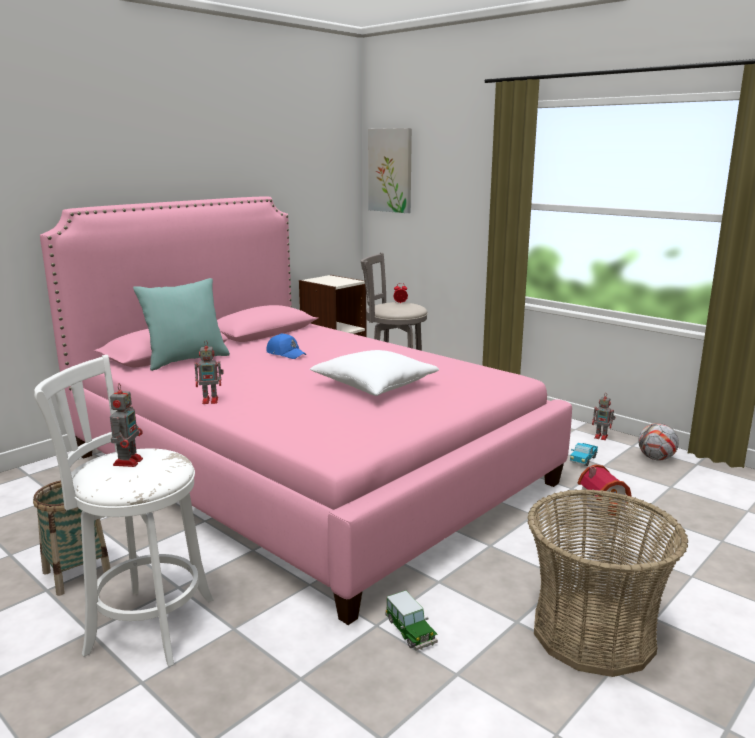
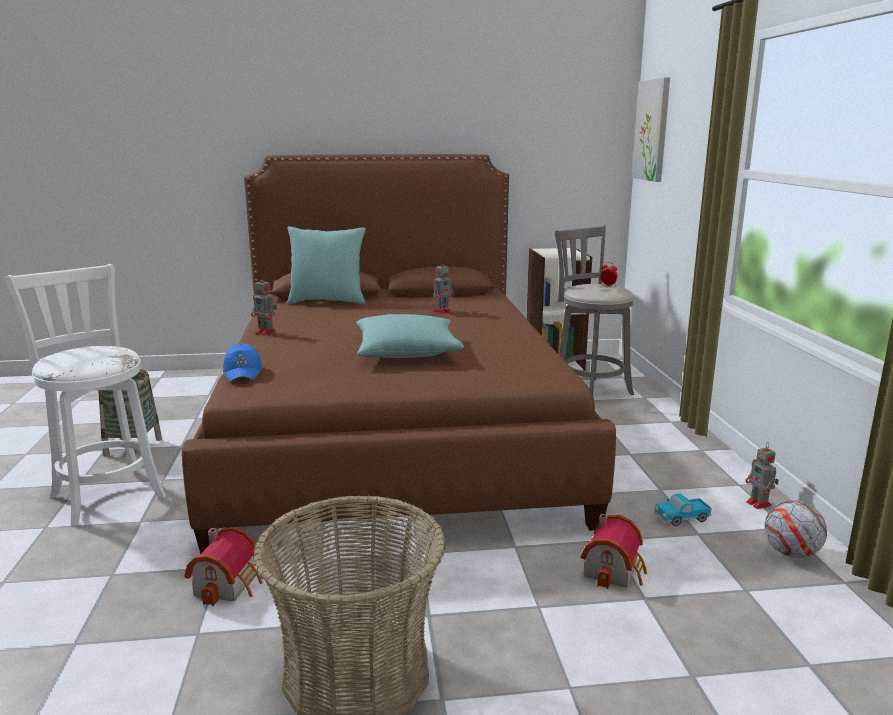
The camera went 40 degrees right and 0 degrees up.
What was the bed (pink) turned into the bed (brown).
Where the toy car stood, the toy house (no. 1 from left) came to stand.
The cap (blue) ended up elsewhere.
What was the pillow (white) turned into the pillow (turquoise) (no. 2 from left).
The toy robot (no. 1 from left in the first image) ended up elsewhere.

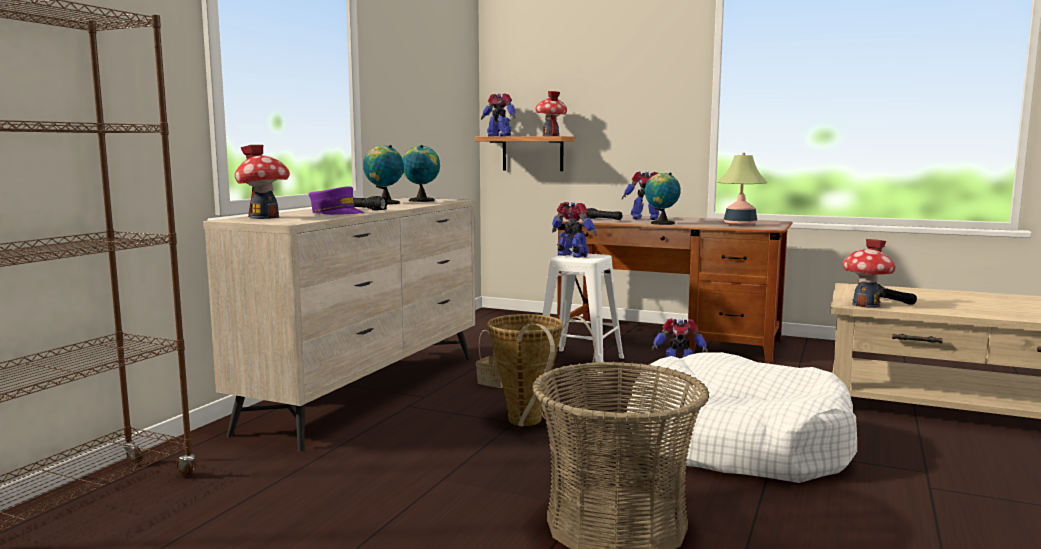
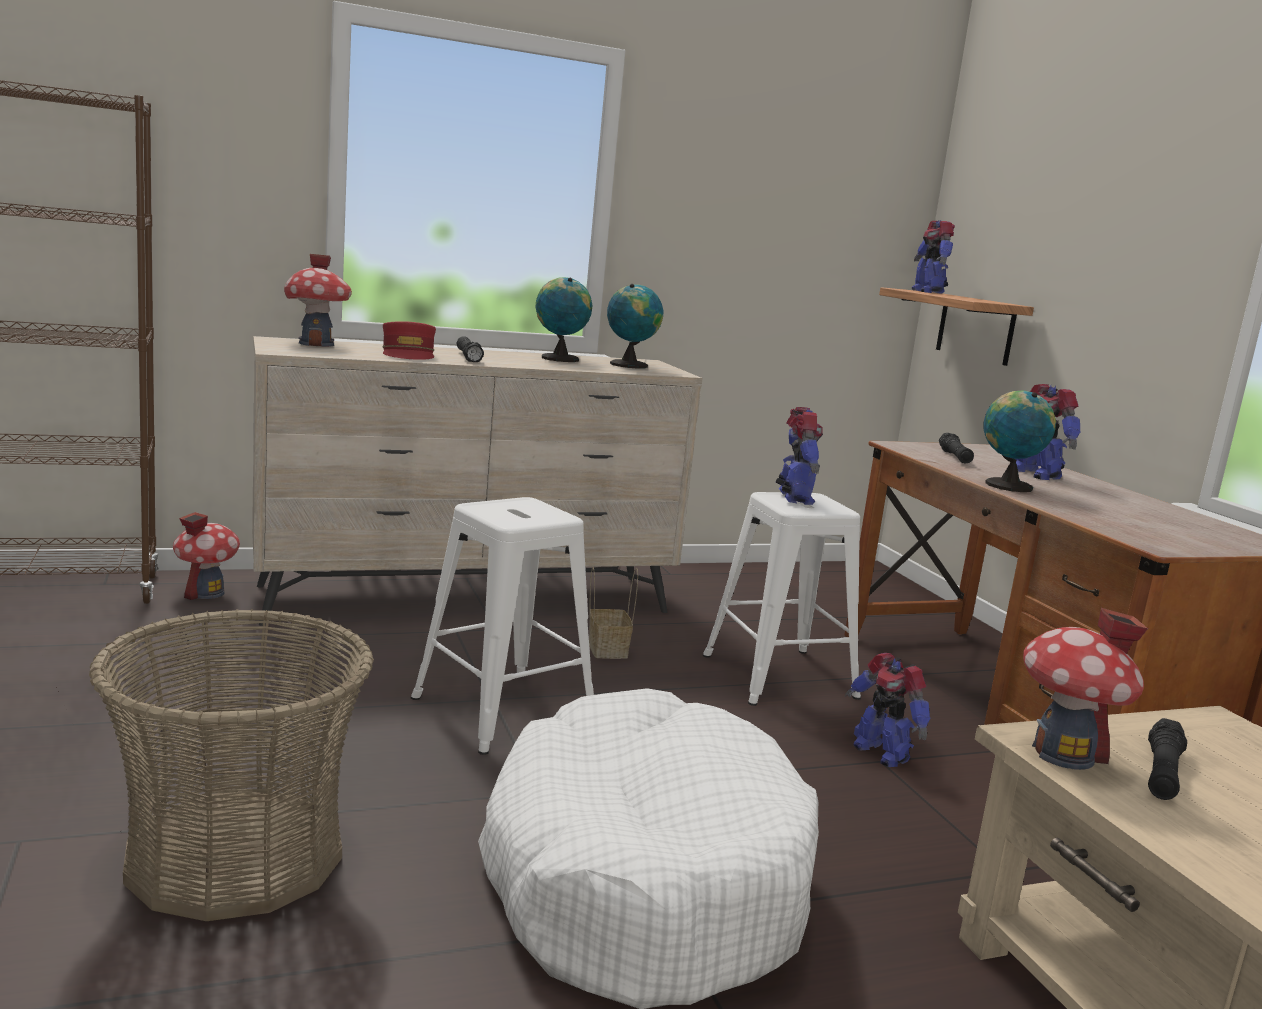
The camera went 45 degrees right and 5 degrees up.
The toy house (no. 2 from left in the first image) ended up elsewhere.
What was the cap (purple) turned into the cap (red).
Where the basket (no. 2 from left) stood, the stool (white) (no. 1 from left) came to stand.
The second view lost the table lamp.

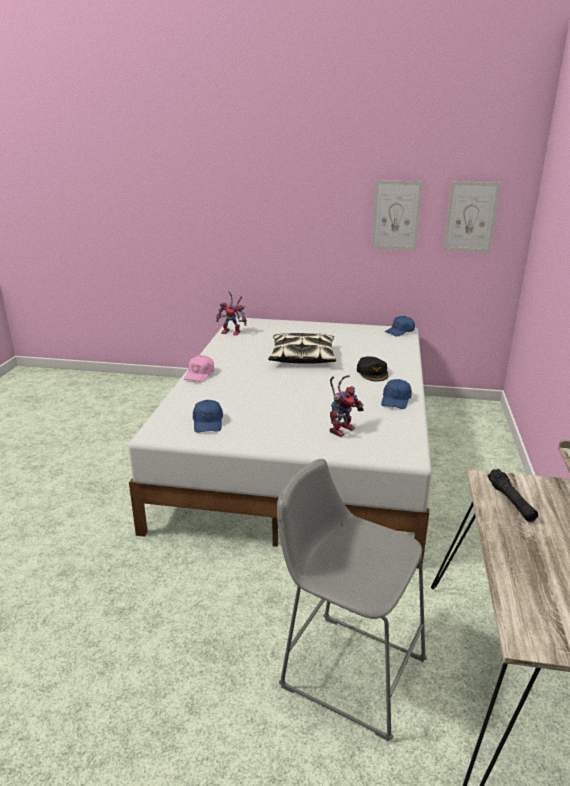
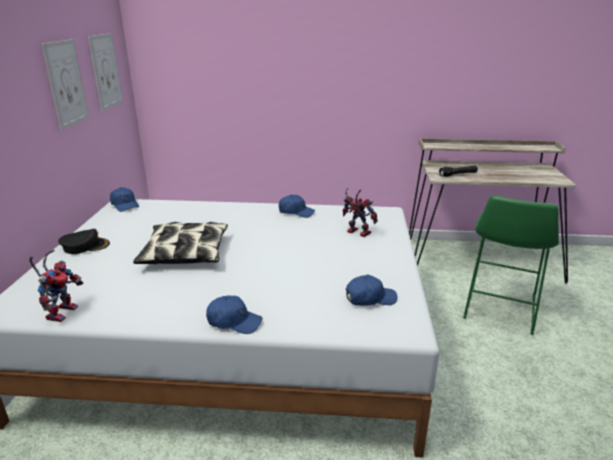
The camera went 95 degrees left and 0 degrees up.
The cap (black) ended up elsewhere.
What was the cap (pink) turned into the cap (blue) (no. 2 from left).
What was the stool (grey) turned into the stool (green).

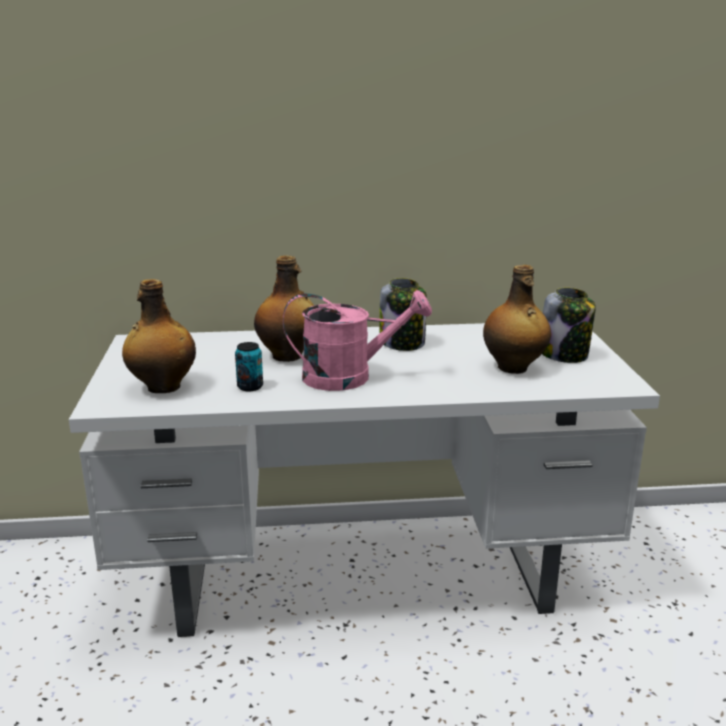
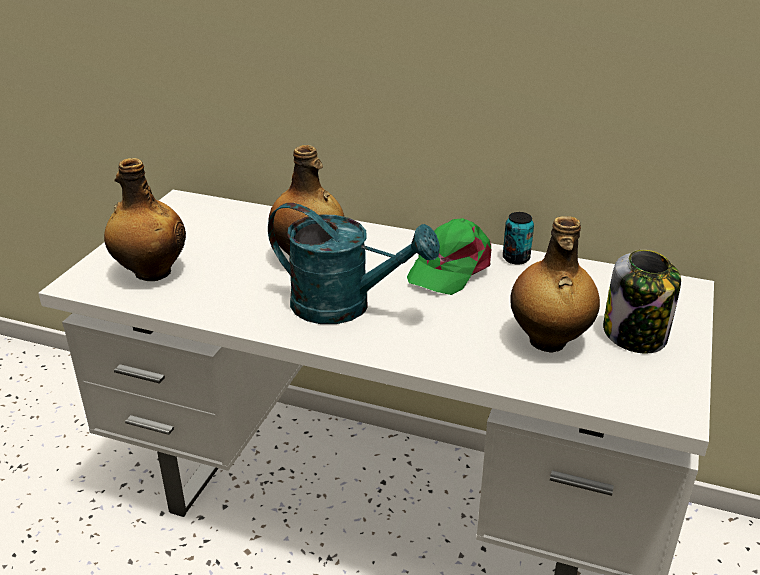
The camera went 25 degrees right and 10 degrees up.
What was the watering can (pink) turned into the watering can (turquoise).
Where the jar (no. 1 from left) stood, the cap (green) came to stand.
The can ended up elsewhere.

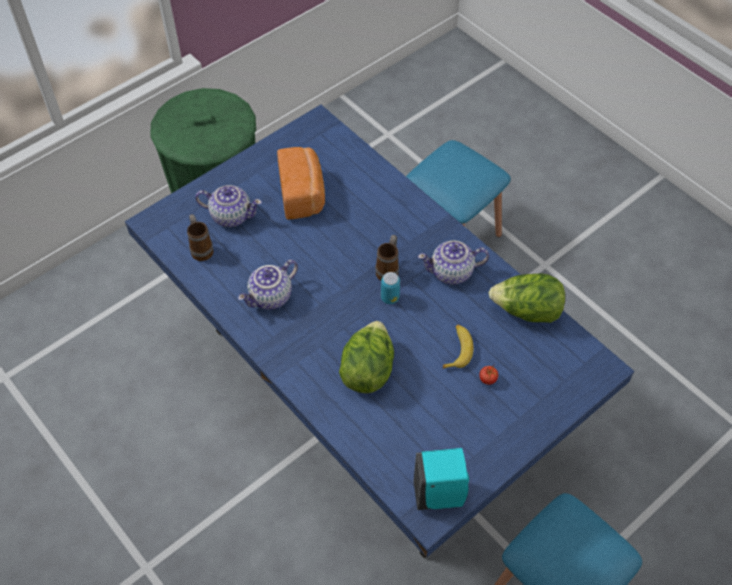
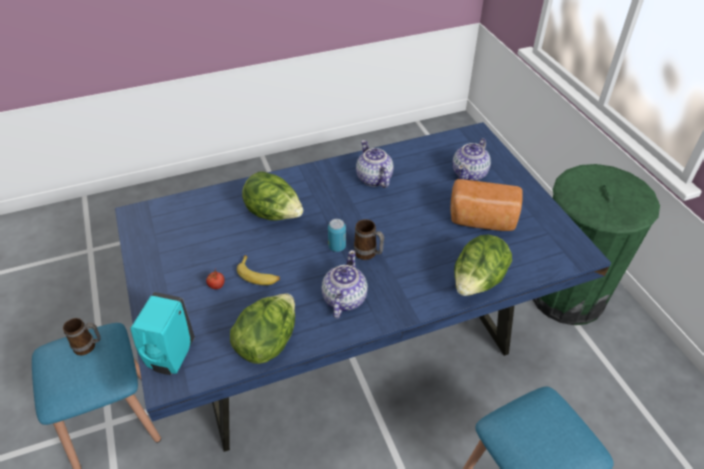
The camera went 110 degrees right and 10 degrees down.
The mug (no. 1 from left) ended up elsewhere.
The soap dispenser (turquoise) ended up elsewhere.
The second view gained the lettuce (no. 3 from left).

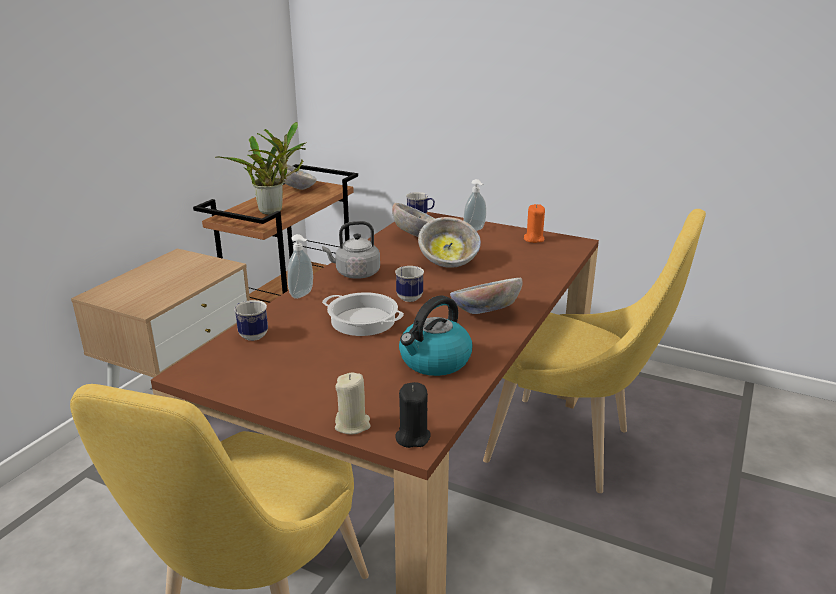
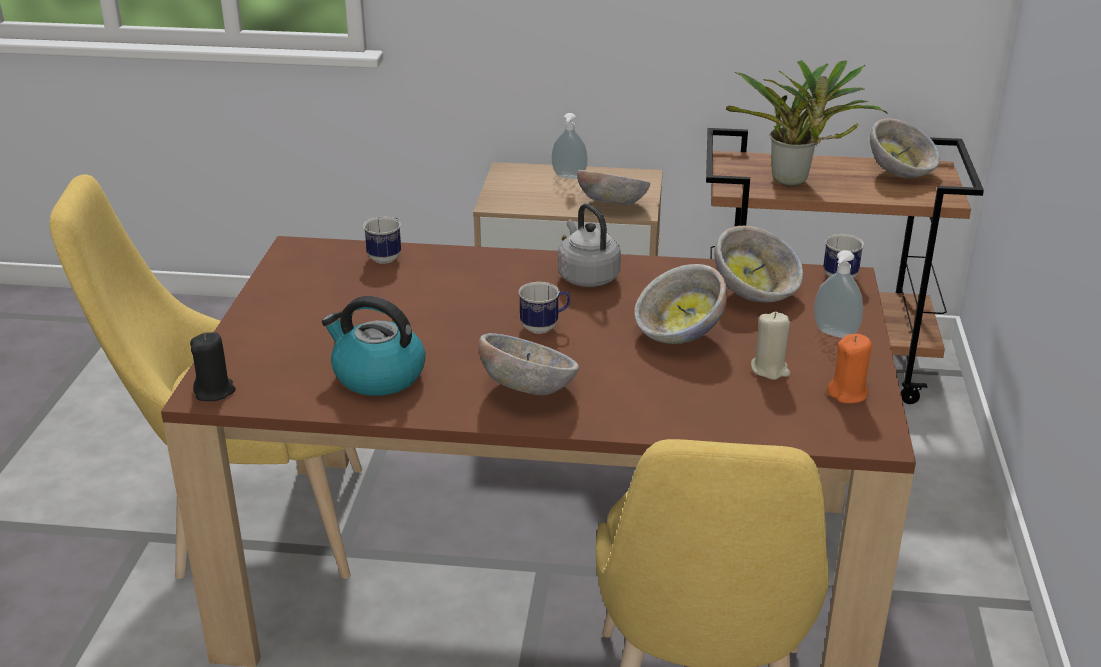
The camera went 70 degrees right and 5 degrees up.
The soap dispenser (no. 1 from left) ended up elsewhere.
The second view gained the bowl (no. 2 from left).
The candle (beige) ended up elsewhere.
The second view lost the cooking pot.

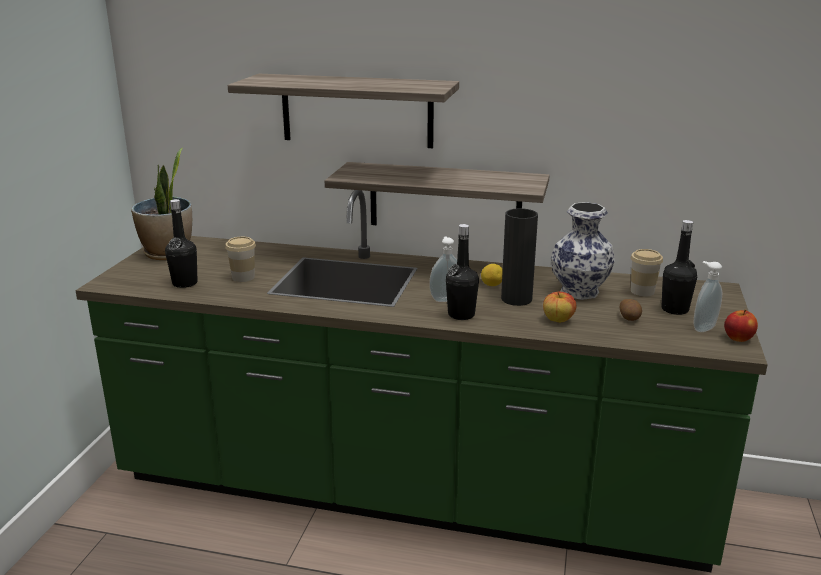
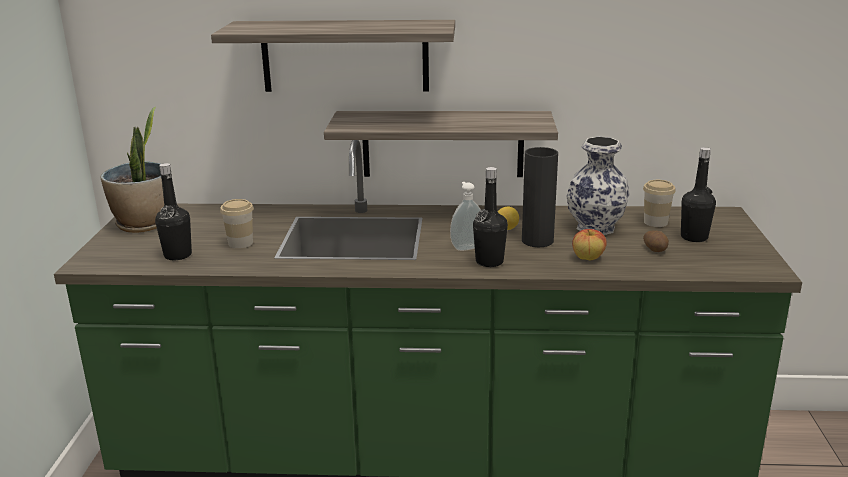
The camera went 10 degrees left and 0 degrees up.
The second view lost the soap dispenser (no. 2 from left).
The second view lost the apple (no. 2 from left).

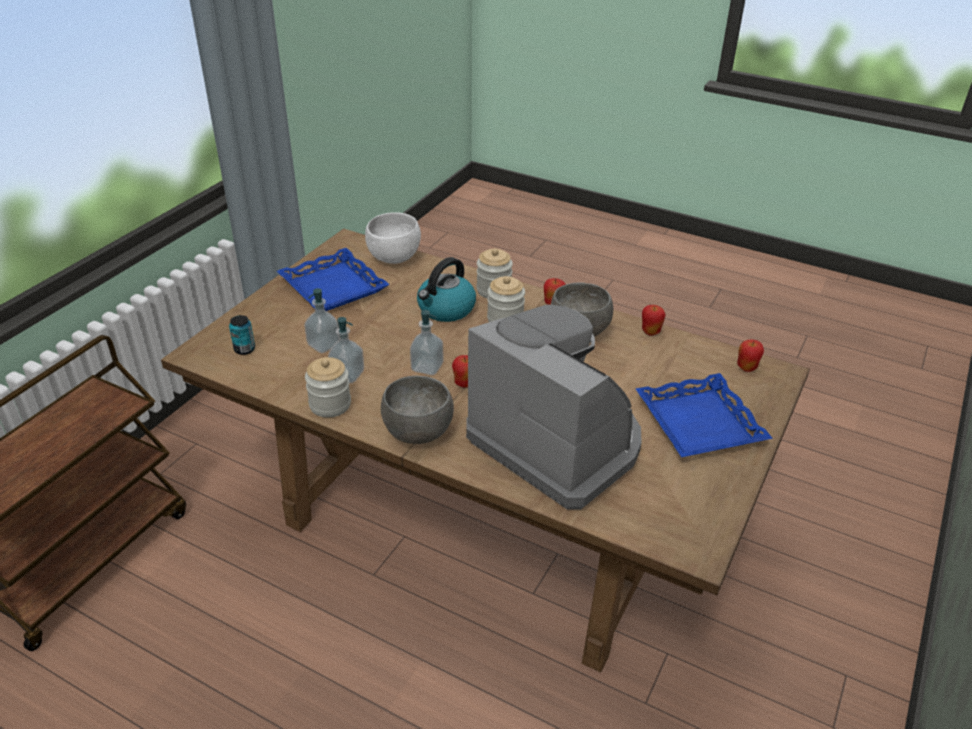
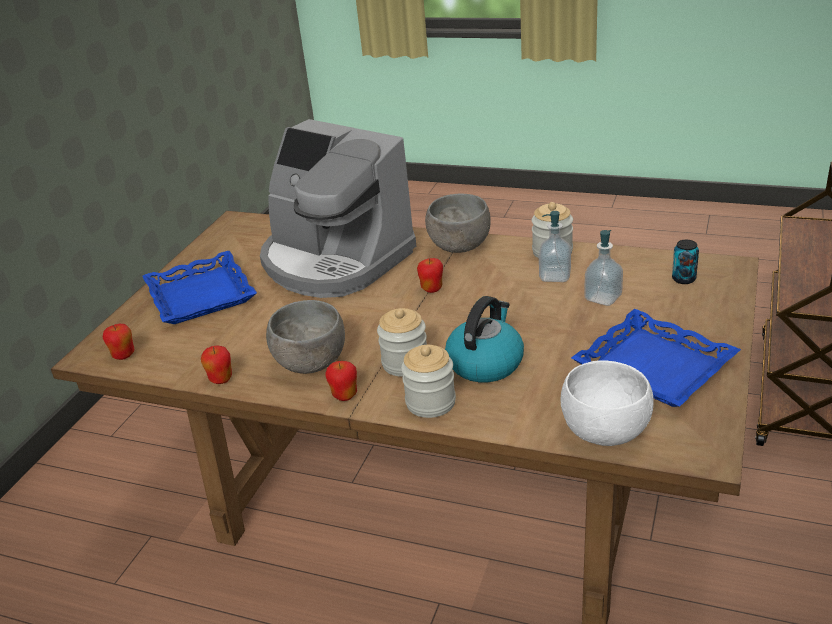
The camera went 175 degrees right and 5 degrees down.
The second view lost the soap dispenser (no. 3 from left).

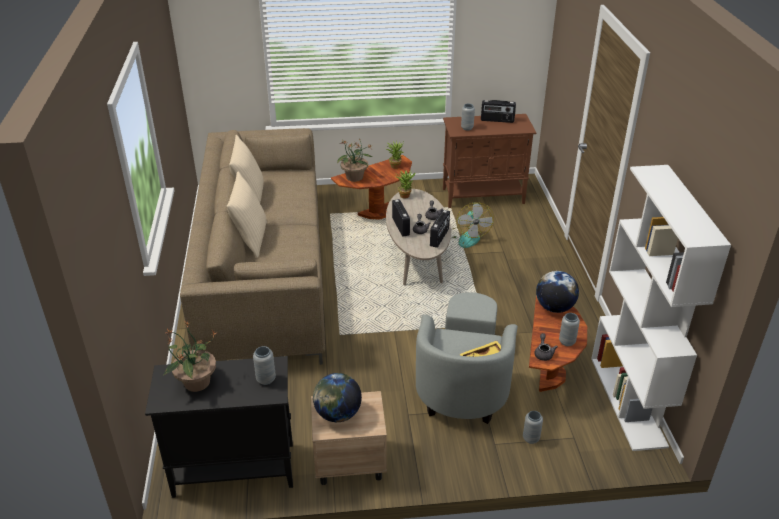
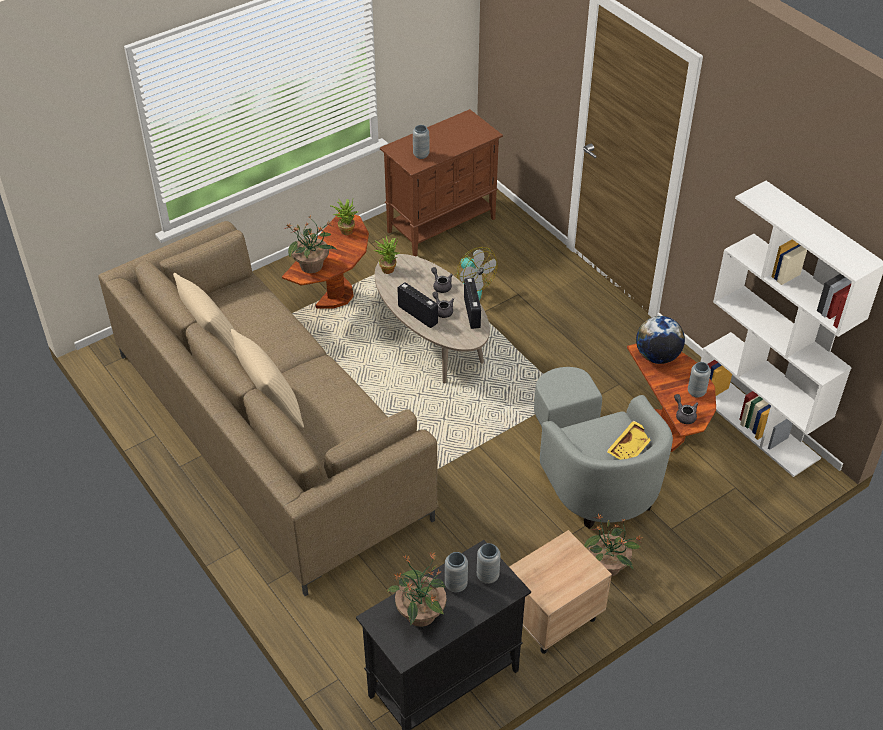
The camera went 30 degrees left and 10 degrees up.
The vase (grey) (no. 3 from left in the first image) ended up elsewhere.
The second view gained the potted plant (no. 5 from left).
The second view lost the globe (no. 1 from left).
The second view lost the radio (no. 3 from left).

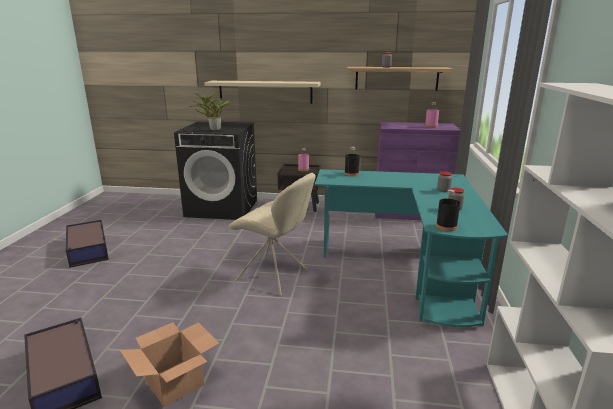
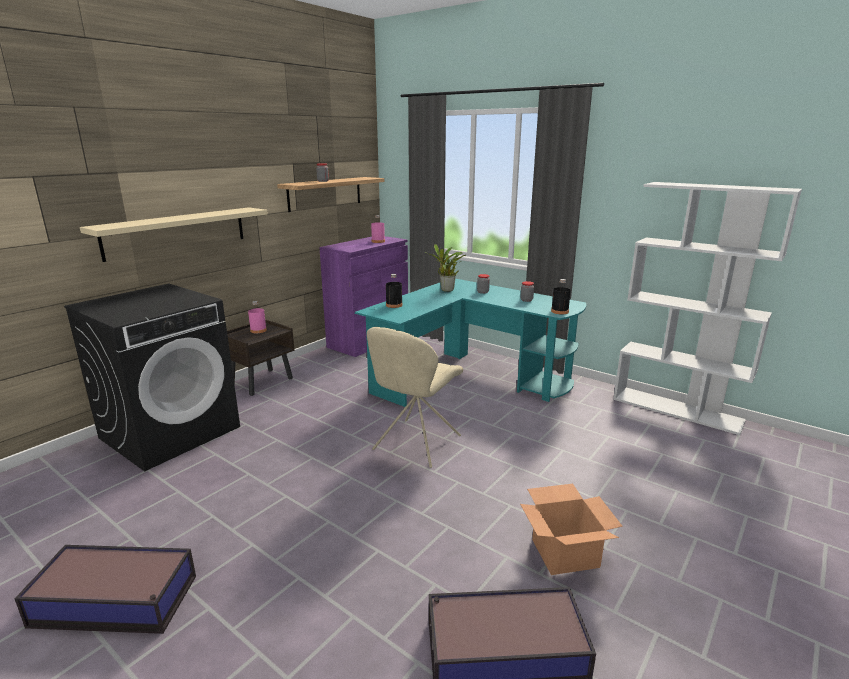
The camera went 60 degrees left and 0 degrees up.
The chair (beige) ended up facing another way, 150 degrees clockwise from before.
The potted plant ended up elsewhere.

